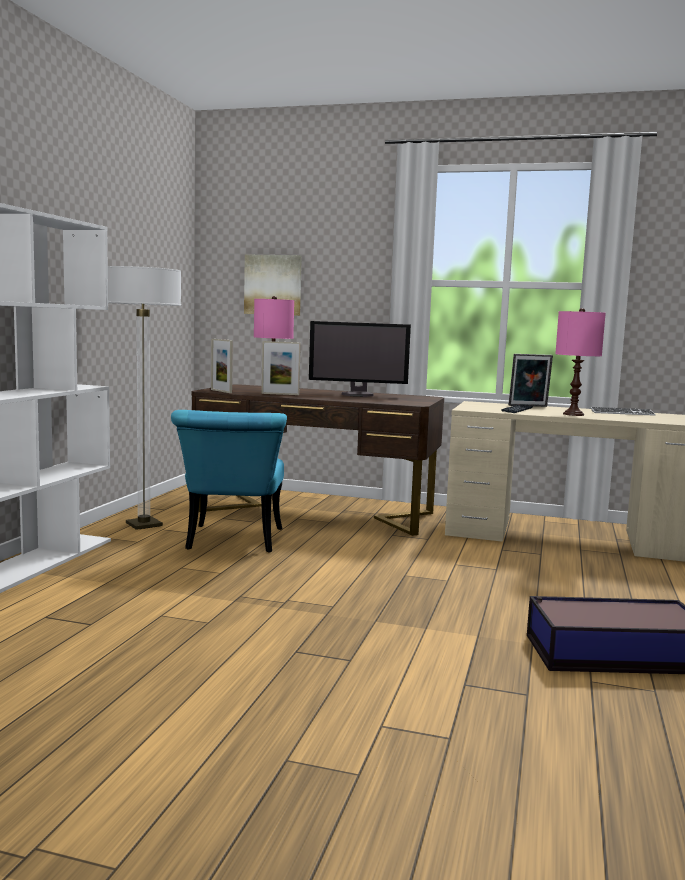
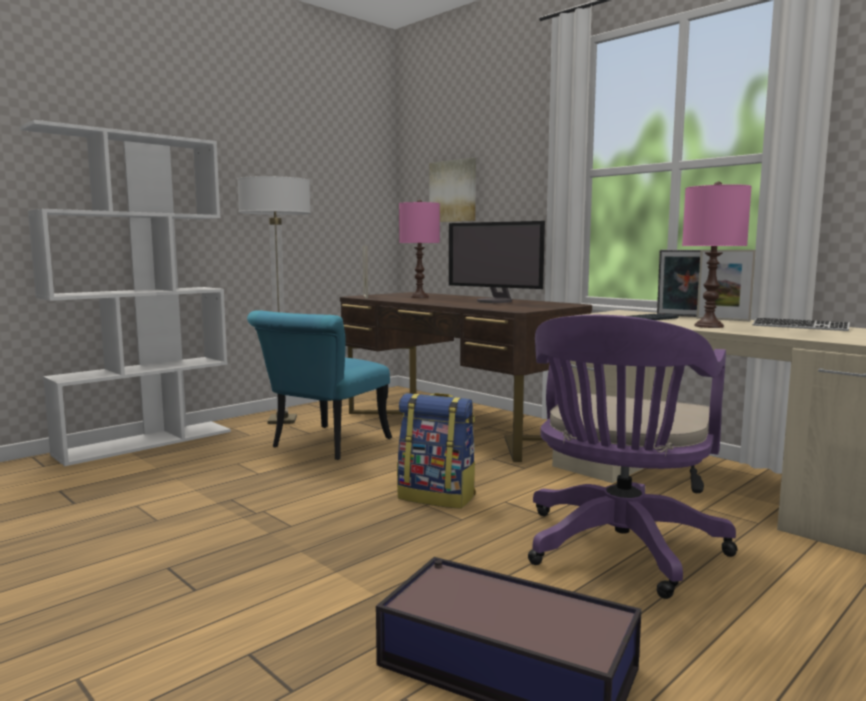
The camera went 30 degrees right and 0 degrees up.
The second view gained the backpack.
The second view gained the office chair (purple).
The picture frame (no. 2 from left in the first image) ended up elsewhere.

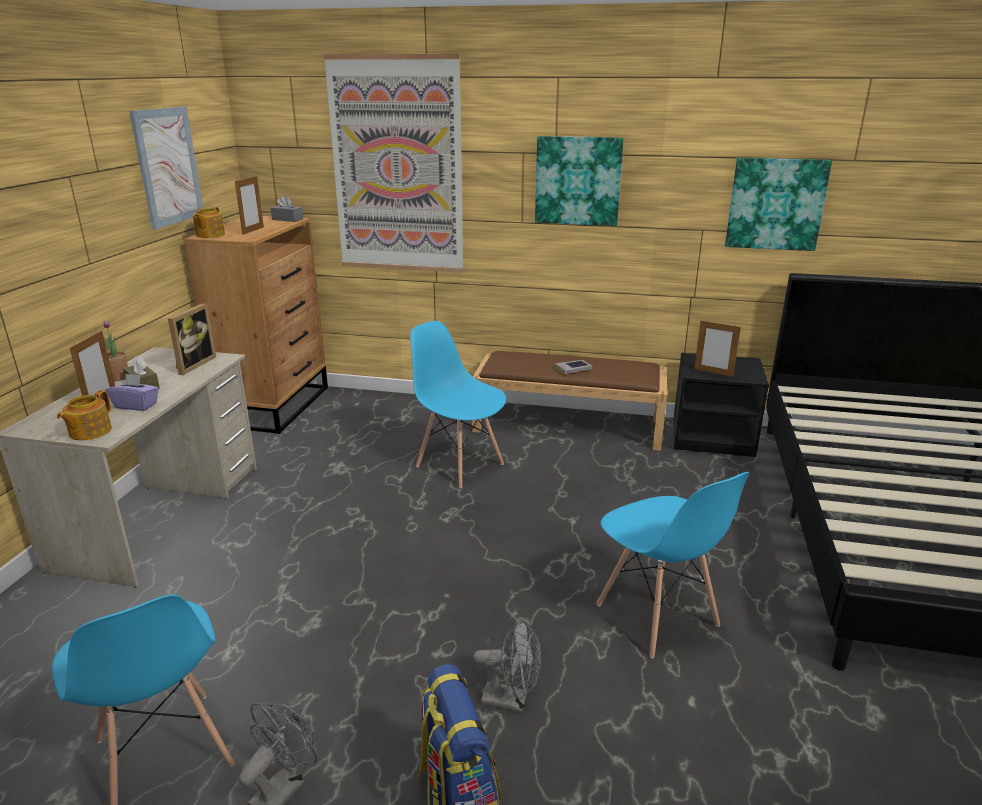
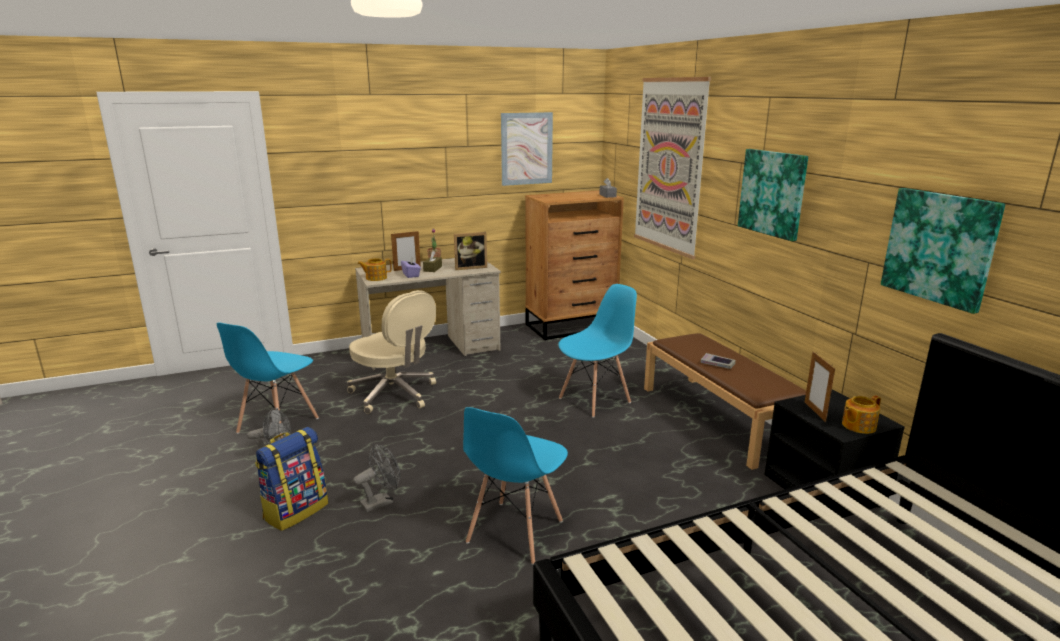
The camera went 55 degrees right and 5 degrees down.
The second view gained the office chair (beige).
The fan (grey) (no. 2 from left) ended up facing another way, 105 degrees counterclockwise from before.
The chair (blue) (no. 2 from left in the first image) ended up facing another way, 45 degrees clockwise from before.
The teapot (no. 2 from left) ended up elsewhere.
The second view lost the picture frame (no. 3 from left).

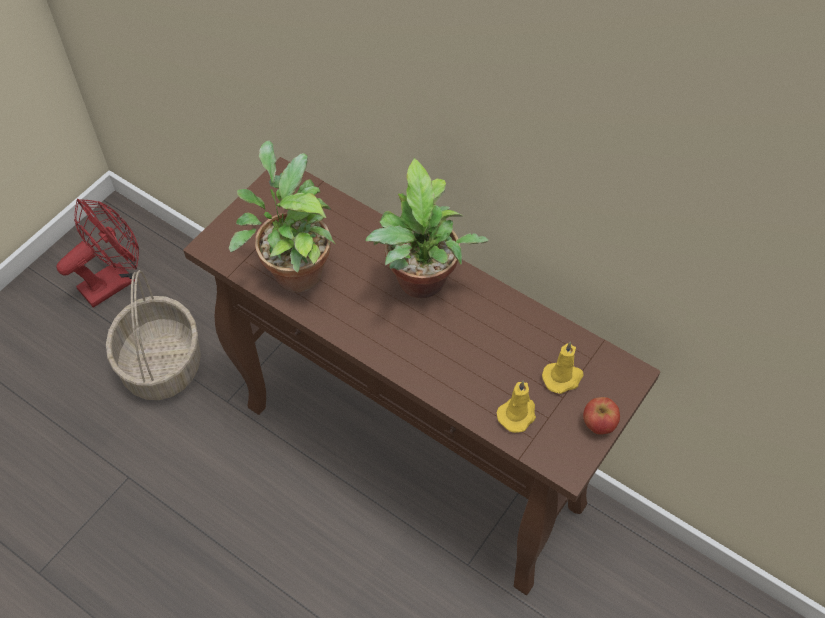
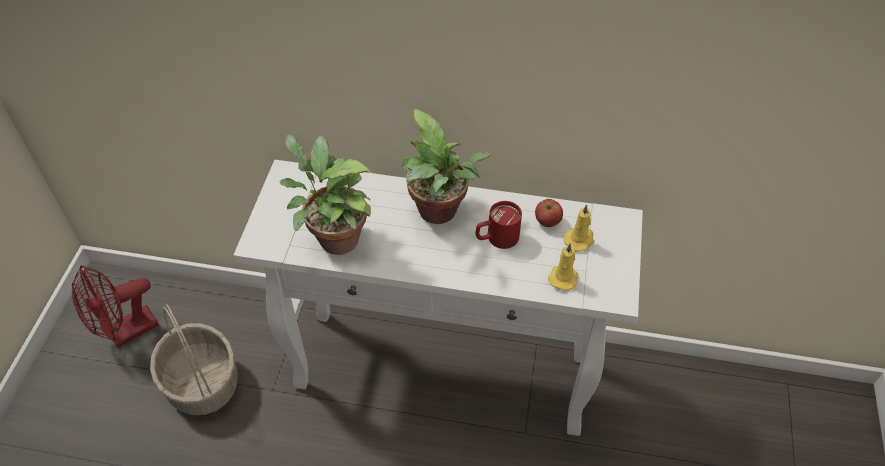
The camera went 25 degrees left and 5 degrees down.
The fan (red) ended up facing another way, 150 degrees counterclockwise from before.
What was the console table (brown) turned into the console table (white).
The second view gained the mug (red).
The apple ended up elsewhere.

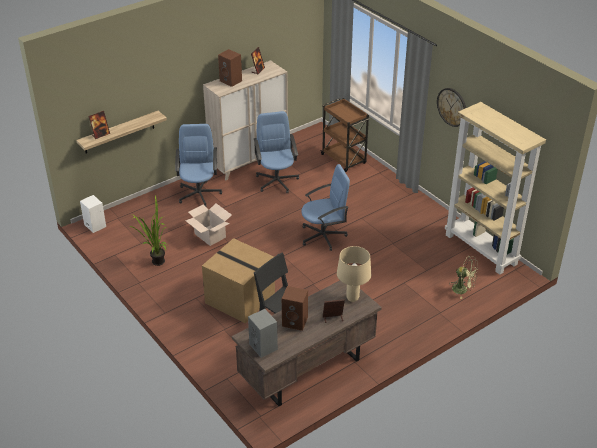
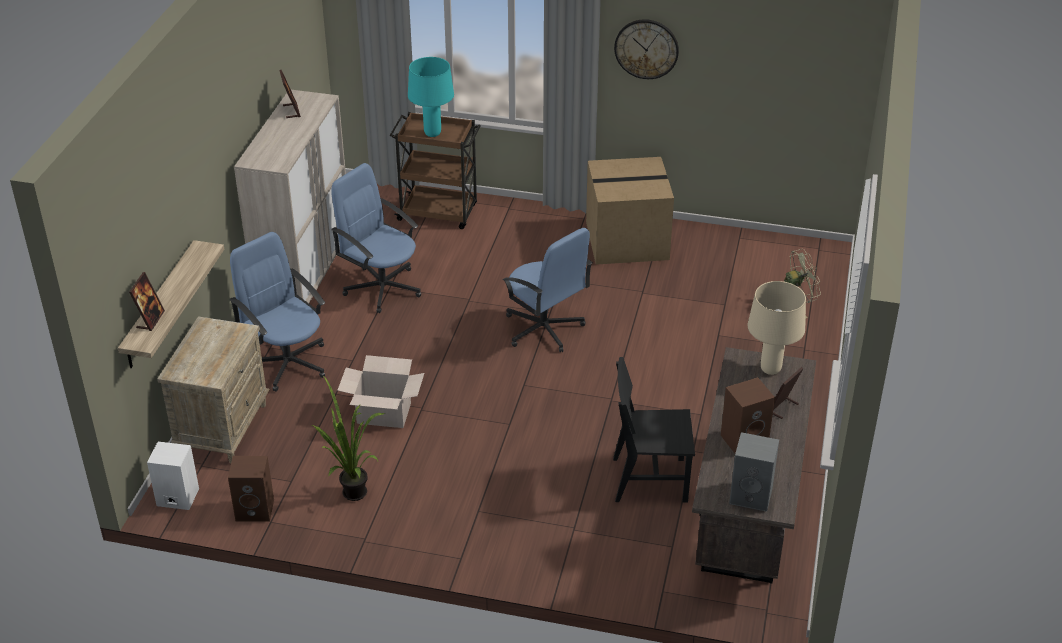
The camera went 40 degrees left and 0 degrees up.
The second view gained the nightstand (beige).
The speaker (brown) (no. 1 from left) ended up elsewhere.
The second view gained the table lamp (turquoise).
The office chair (blue) (no. 3 from left) ended up facing another way, 105 degrees clockwise from before.
The cardboard box (no. 2 from left) ended up elsewhere.
The second view lost the bookcase (beige).

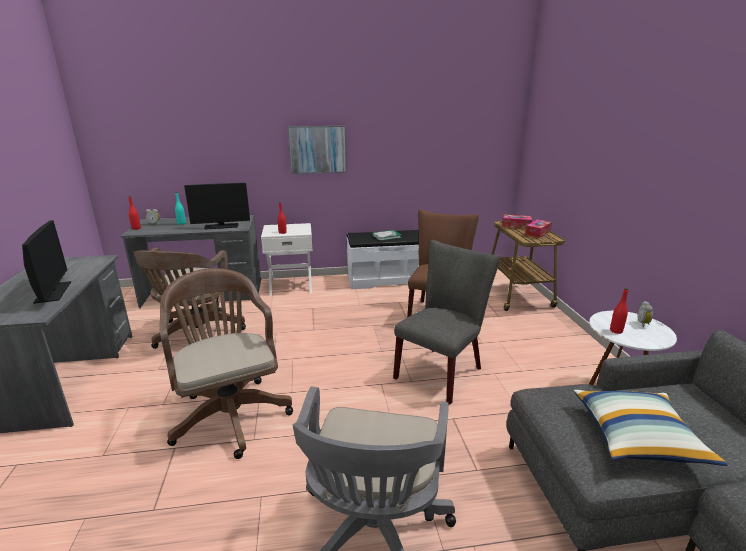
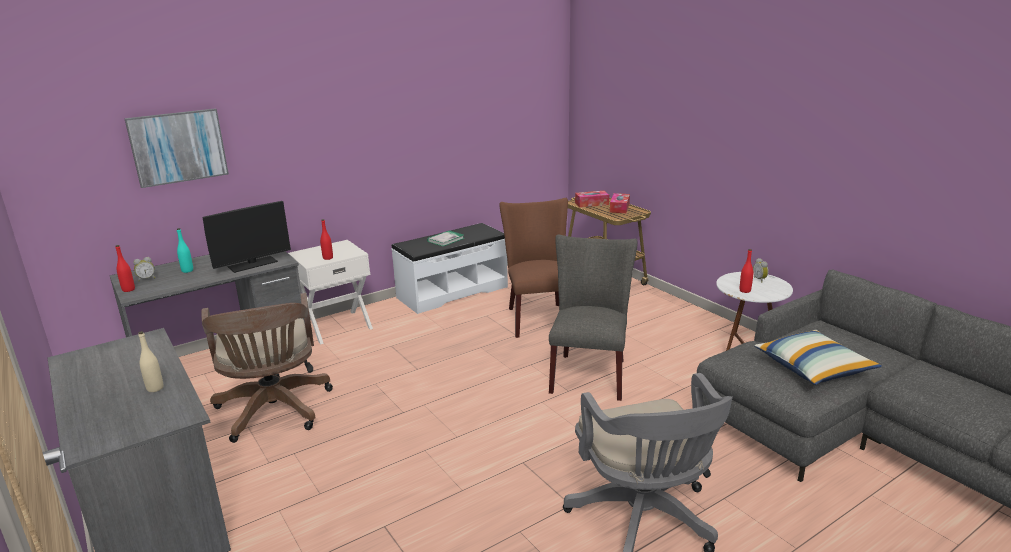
The camera went 25 degrees left and 0 degrees up.
The picture ended up elsewhere.
Where the monitor (no. 1 from left) stood, the bottle (beige) came to stand.
The second view lost the office chair (brown) (no. 2 from left).

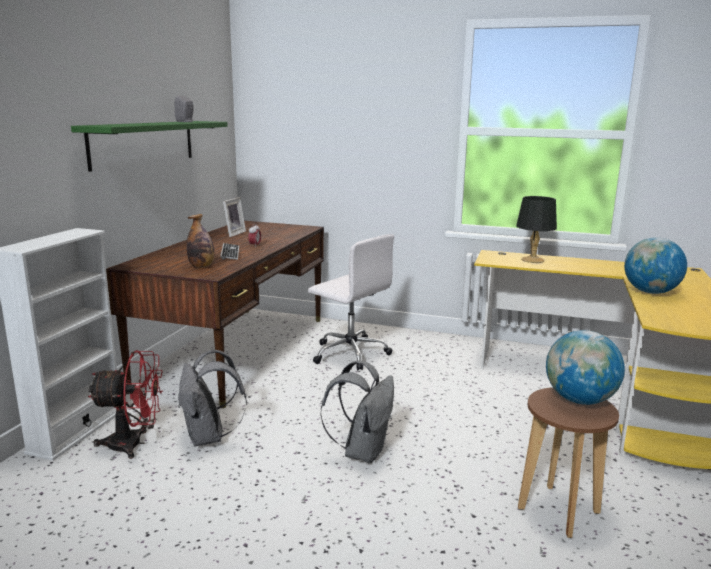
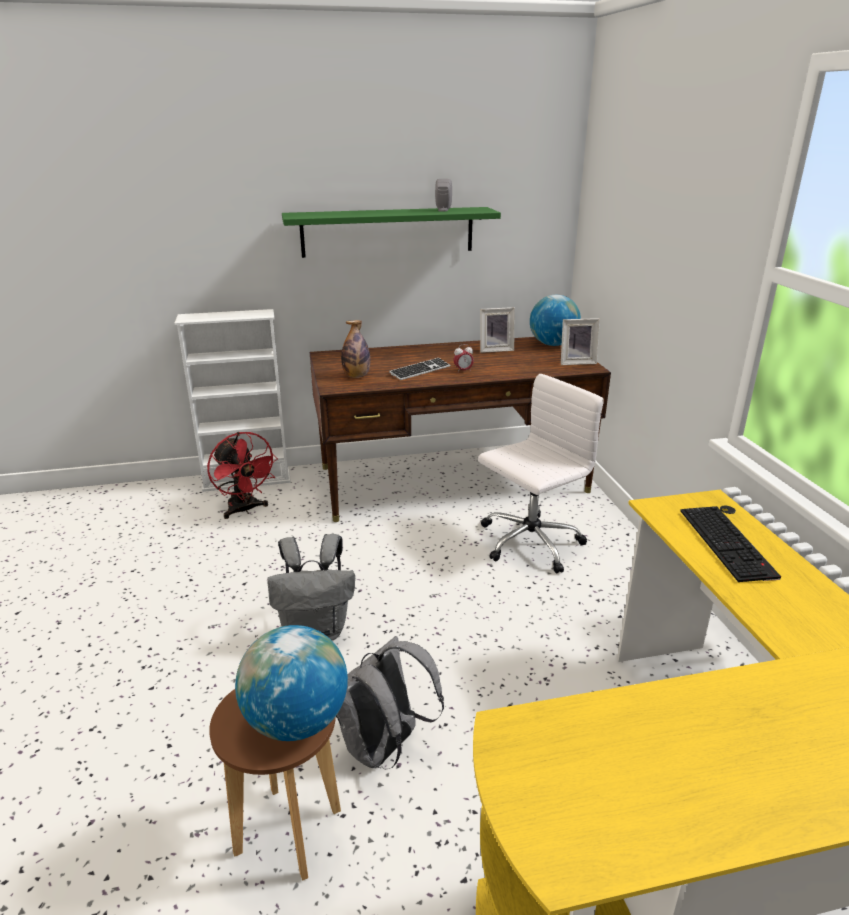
The camera went 60 degrees right and 10 degrees up.
The backpack (grey) (no. 1 from left in the first image) ended up elsewhere.
The office chair (white) ended up facing another way, 135 degrees counterclockwise from before.
The globe (no. 2 from left) ended up elsewhere.
The second view gained the picture frame (no. 2 from left).
Where the table lamp (black) stood, the keyboard (no. 2 from left) came to stand.

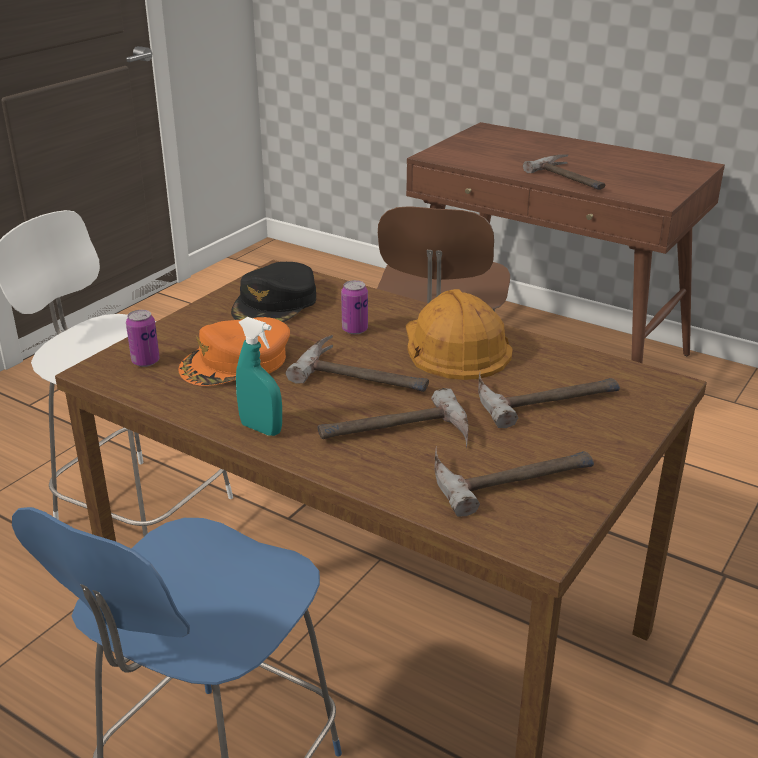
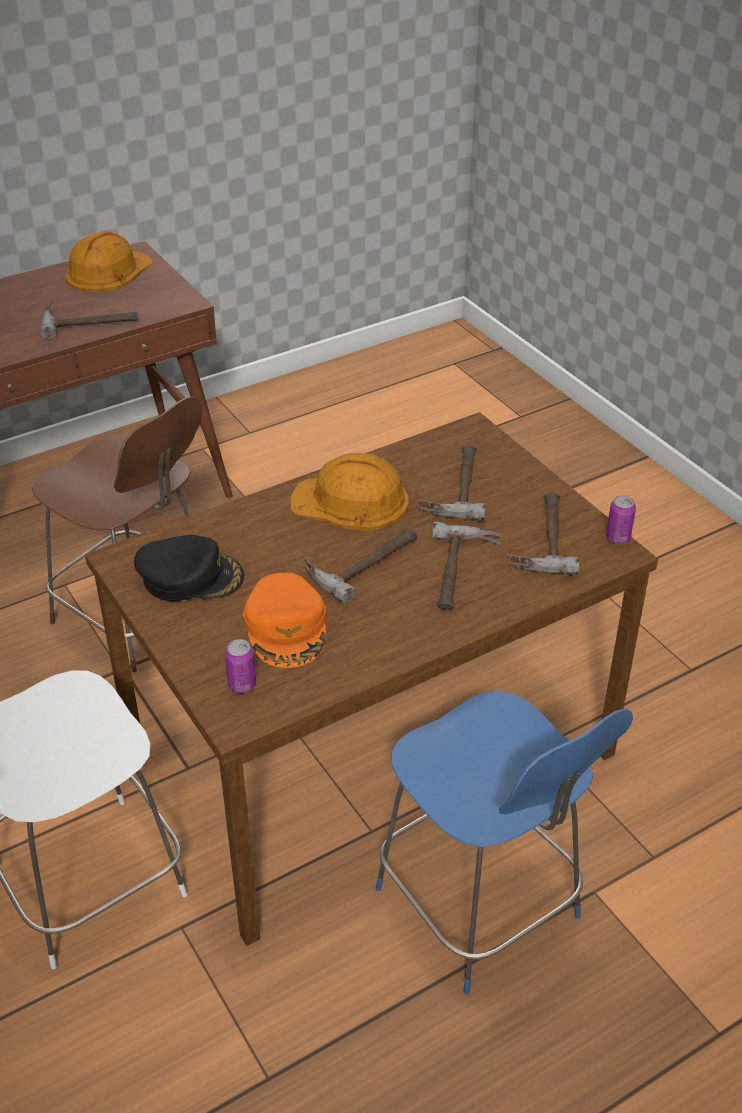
The camera went 65 degrees left and 10 degrees up.
The second view gained the hard hat (orange) (no. 1 from left).
The cap (black) ended up facing another way, 45 degrees counterclockwise from before.
The can (no. 2 from left) ended up elsewhere.
The second view lost the spray bottle (turquoise).

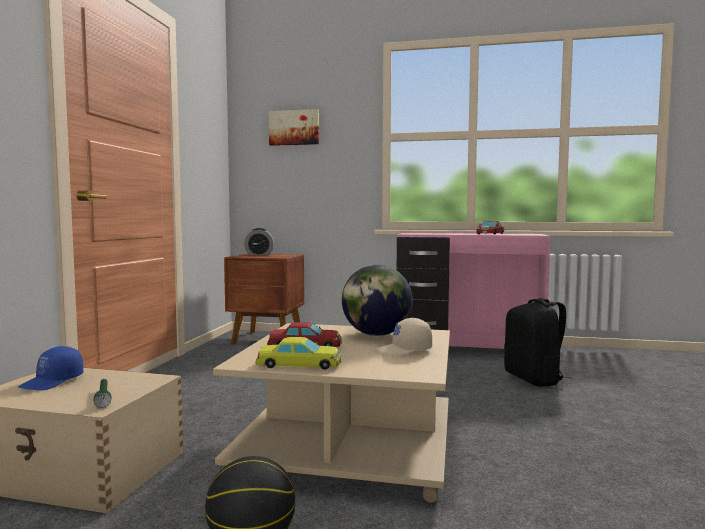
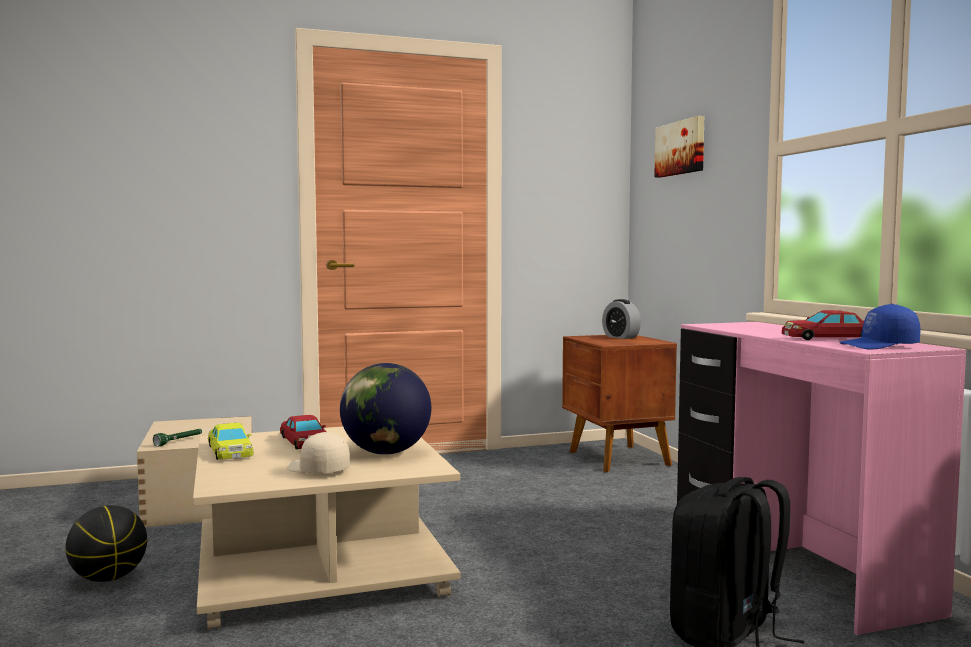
The camera went 60 degrees right and 0 degrees up.
The cap (blue) ended up elsewhere.

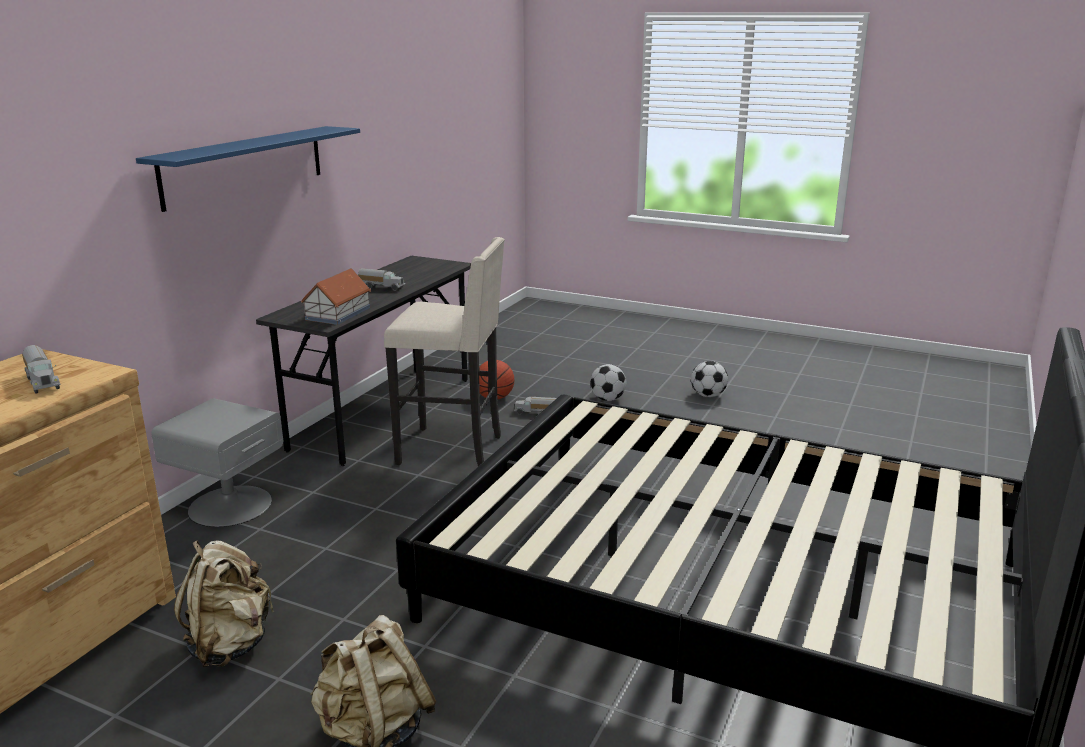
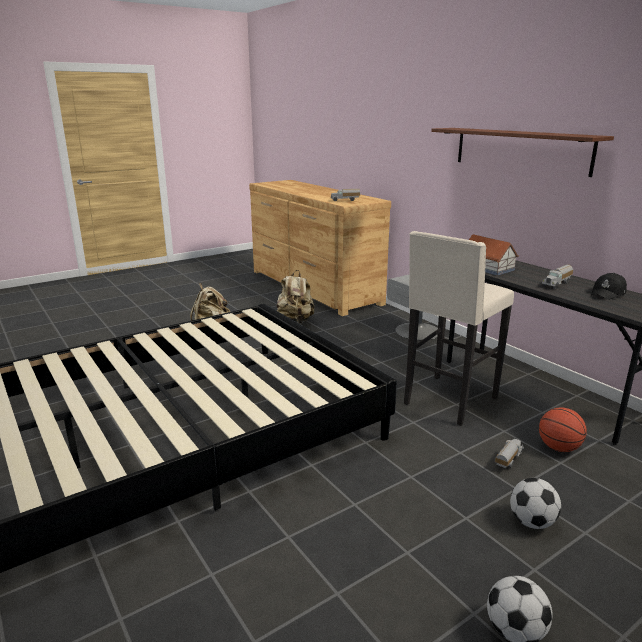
The camera went 120 degrees right and 0 degrees up.
What was the shelf (blue) turned into the shelf (brown).
The second view gained the cap (black).

